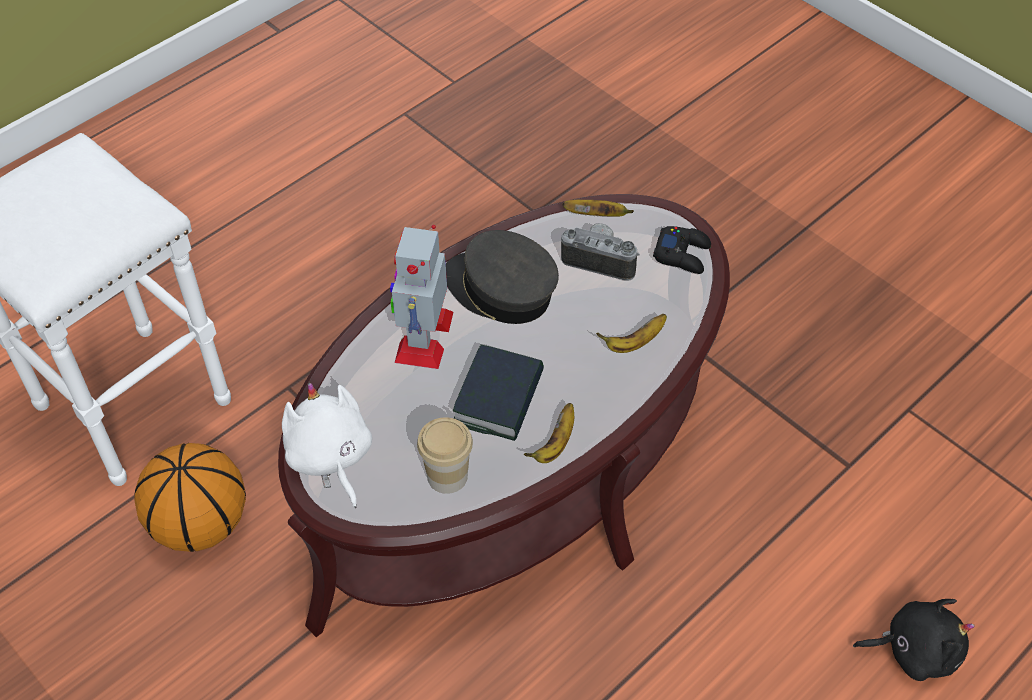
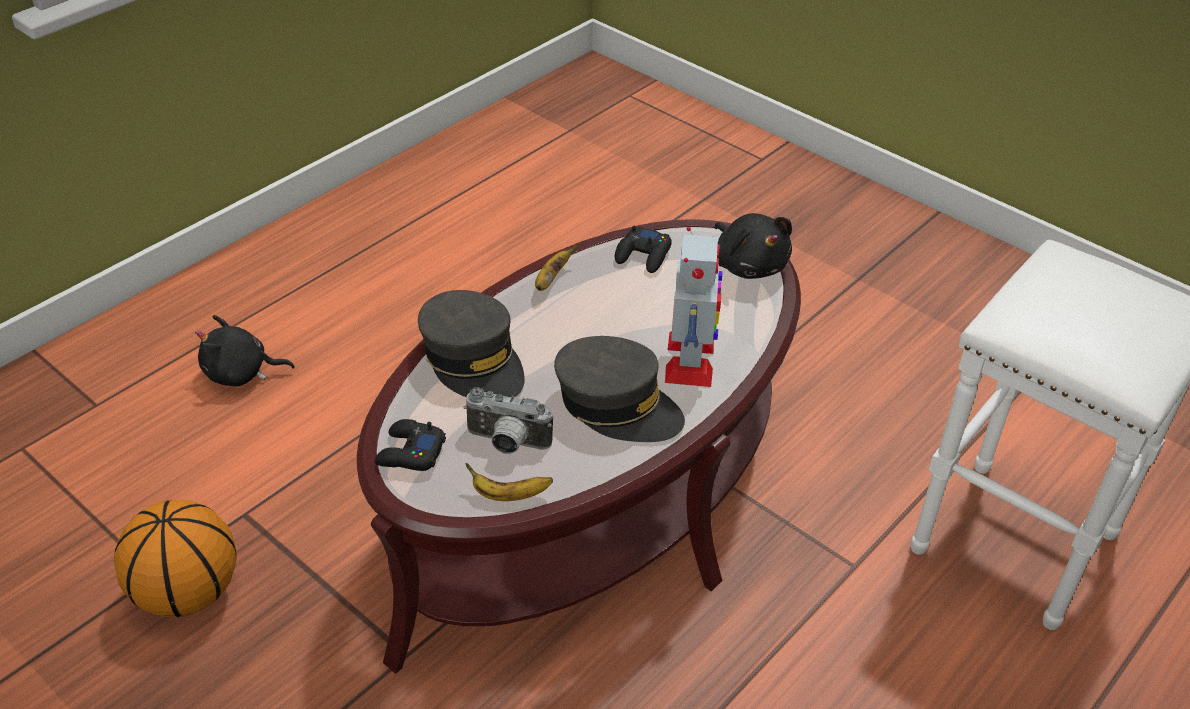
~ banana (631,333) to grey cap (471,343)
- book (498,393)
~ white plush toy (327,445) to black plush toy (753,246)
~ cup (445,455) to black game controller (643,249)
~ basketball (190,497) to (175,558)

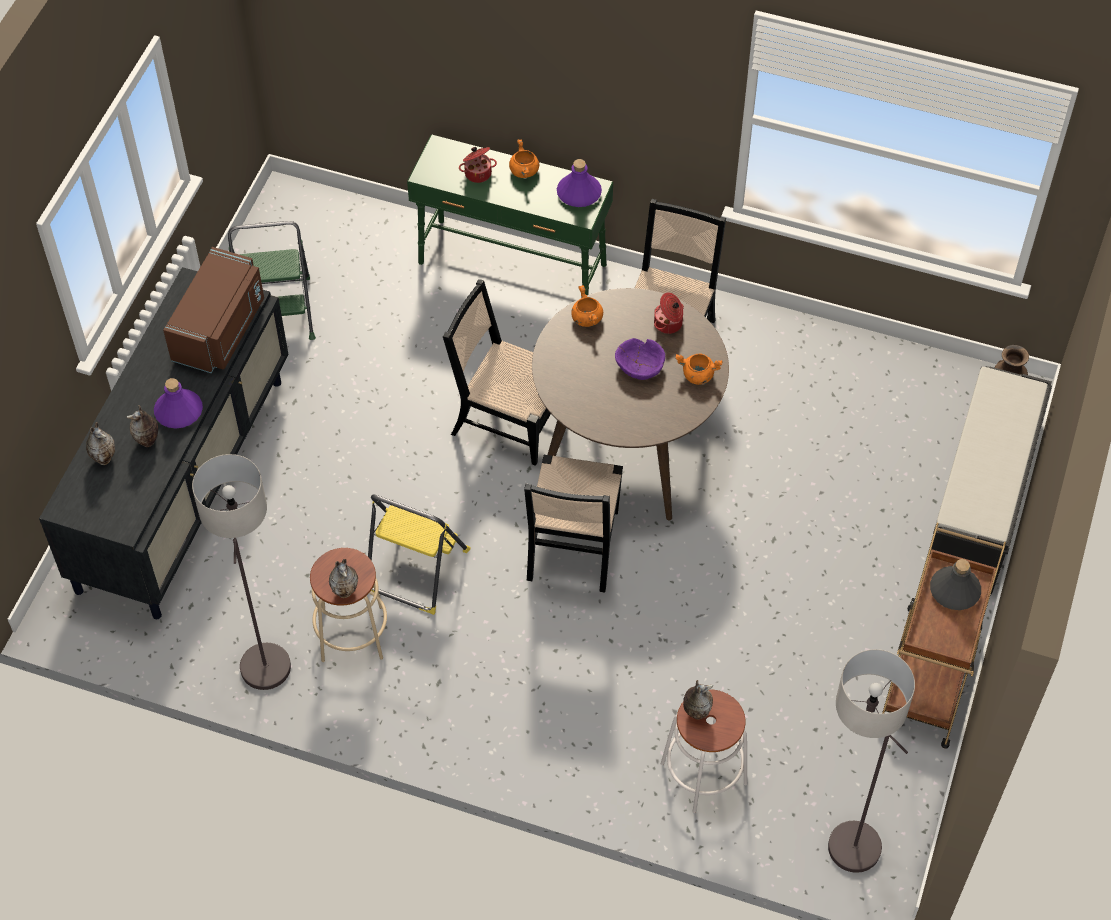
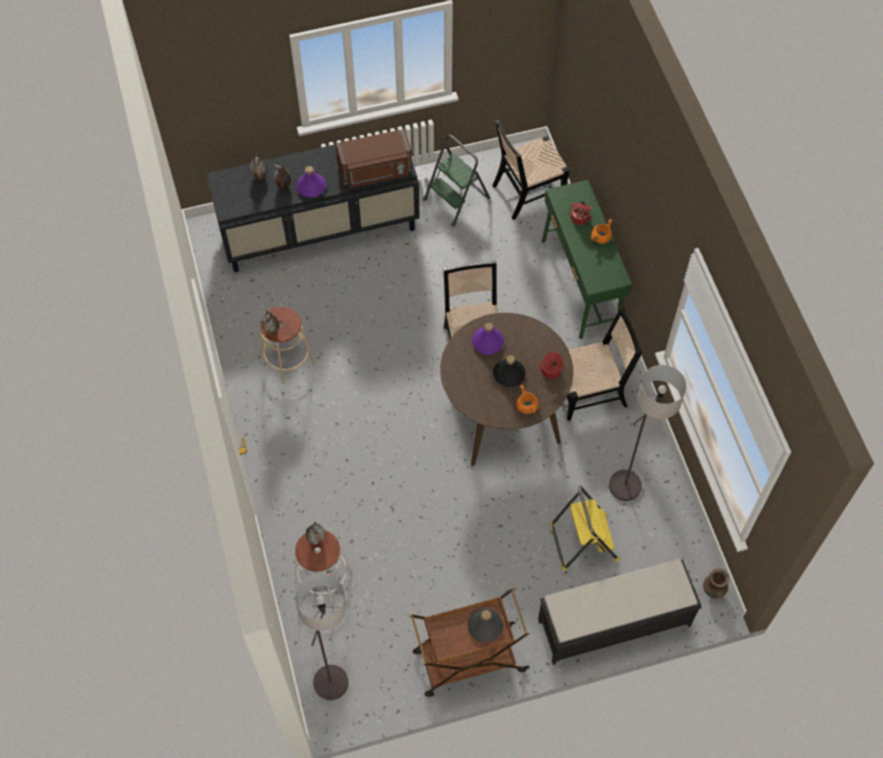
~ purple bottle (579,183) to (488,339)
- orange cooking pot (587,306)
~ purple bowl (640,359) to black bottle (509,371)
~ grey floor lamp (241,572) to (647,433)
~ chair (573,523) to (530,170)
~ yellow step ladder (419,554) to (585,528)

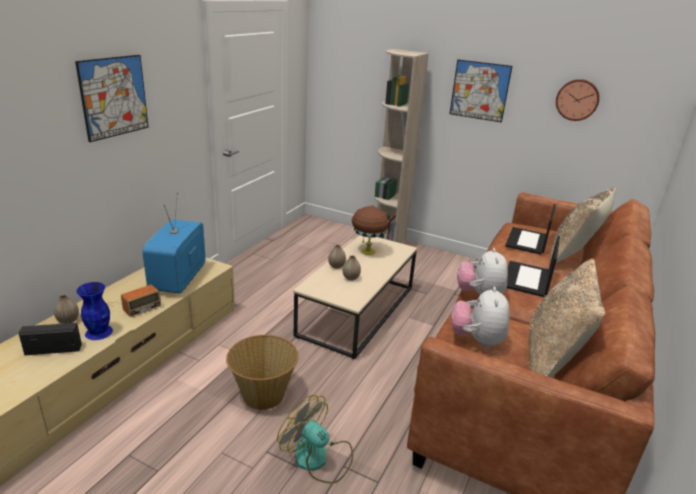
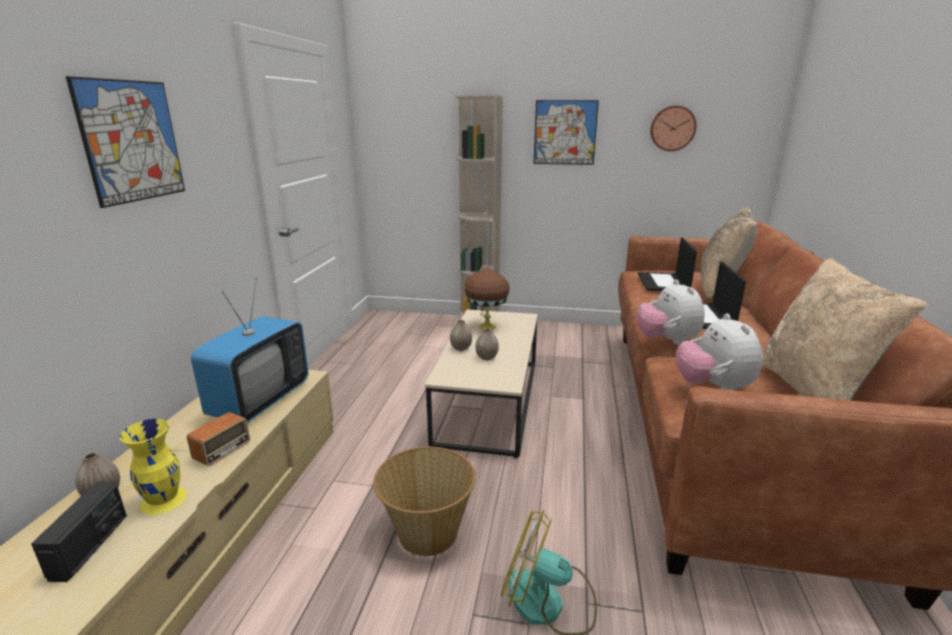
~ television (173,243) = (250,350) 150 degrees counterclockwise
~ blue vase (94,311) to yellow vase (153,467)
~ radio (50,339) = (79,531) 120 degrees clockwise

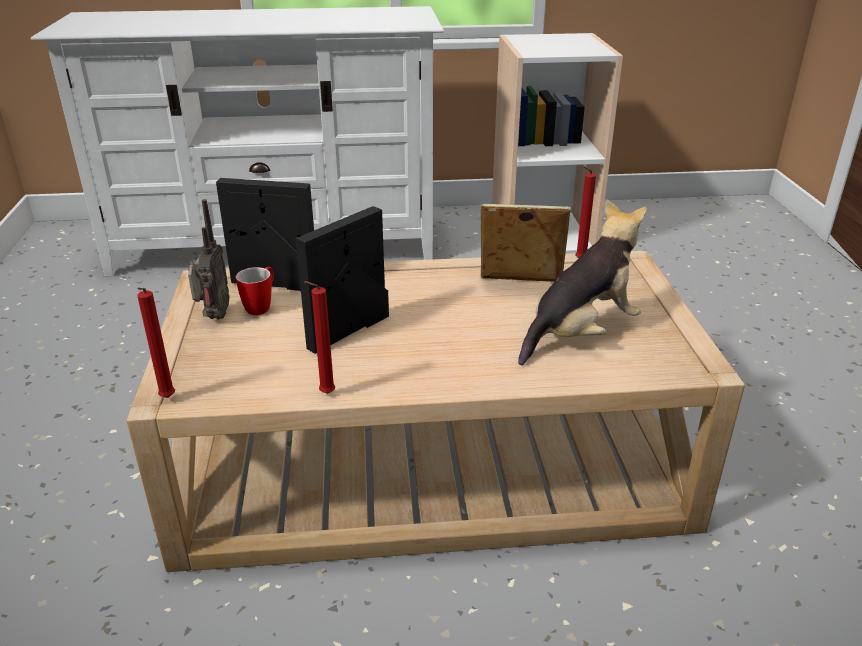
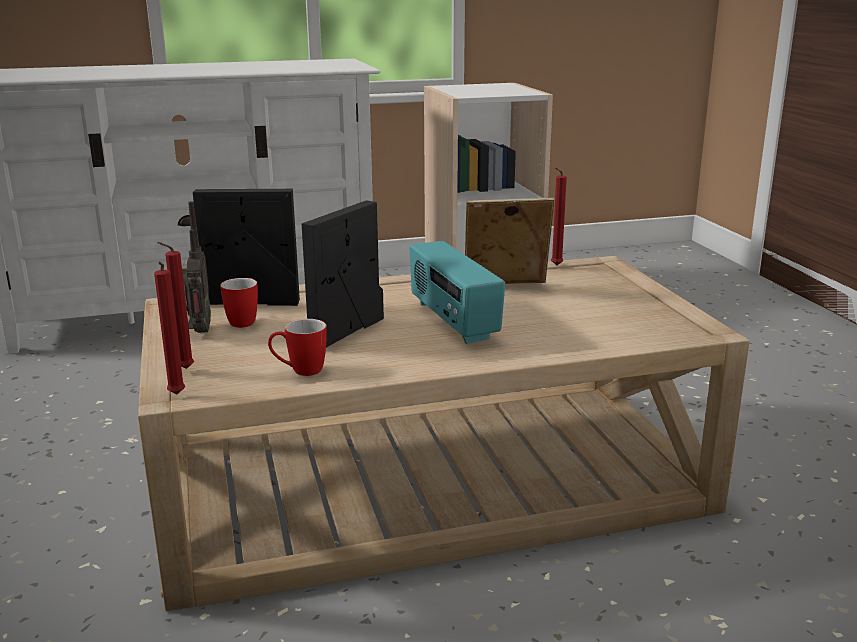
- plush toy (582,282)
~ red candle (319,337) to (176,305)
+ radio (457,292)
+ mug (297,347)

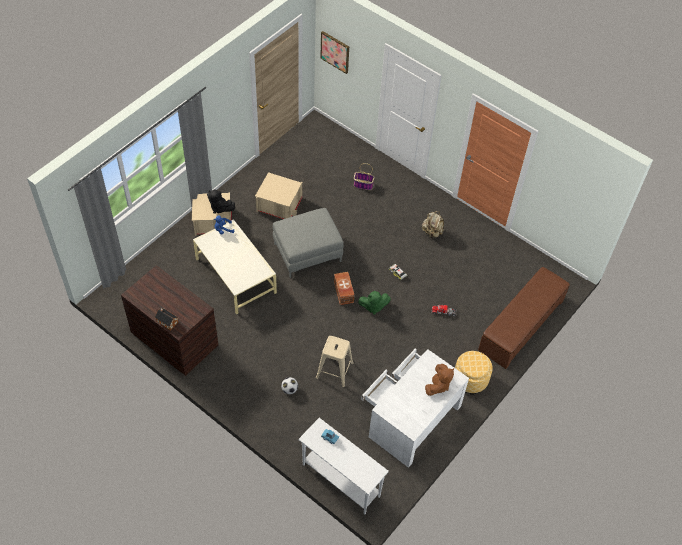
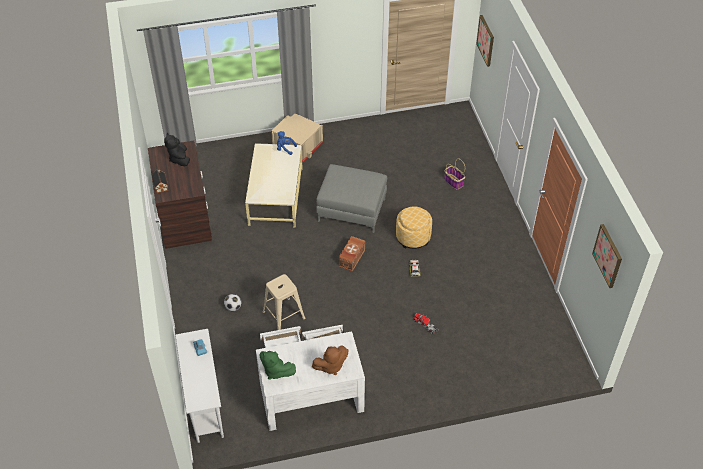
- beige storage box (279,195)
~ black plush toy (221,201) to (177,149)
- beige backpack (433,225)
- brown bench (524,318)
~ green plush toy (374,303) to (277,365)
~ ottoman (474,373) to (414,227)
+ picture (607,256)

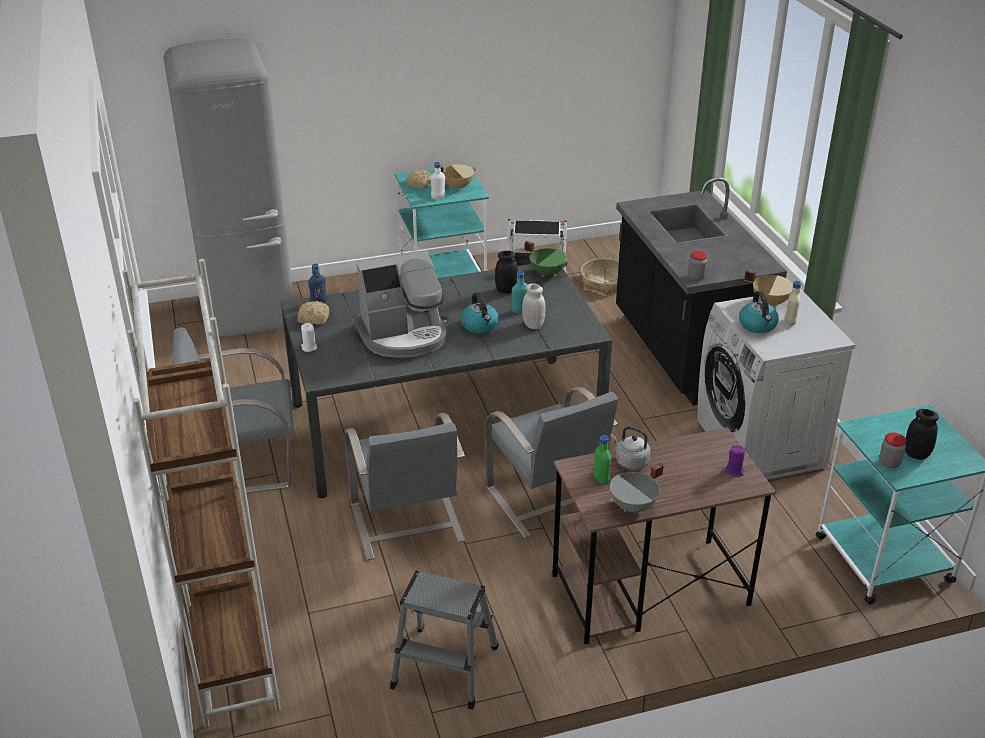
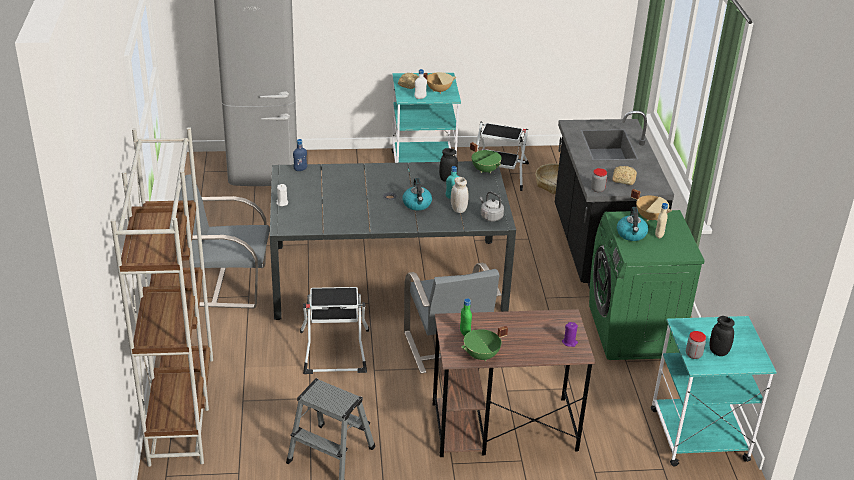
- coffee machine (400,304)
~ white washing machine (777,384) to green washing machine (647,285)
~ bread (313,313) to (624,175)
~ grey chair (405,486) to step ladder (334,330)
~ grey kettle (630,448) to (491,206)
~ grey cooking pot (637,488) to green cooking pot (484,343)

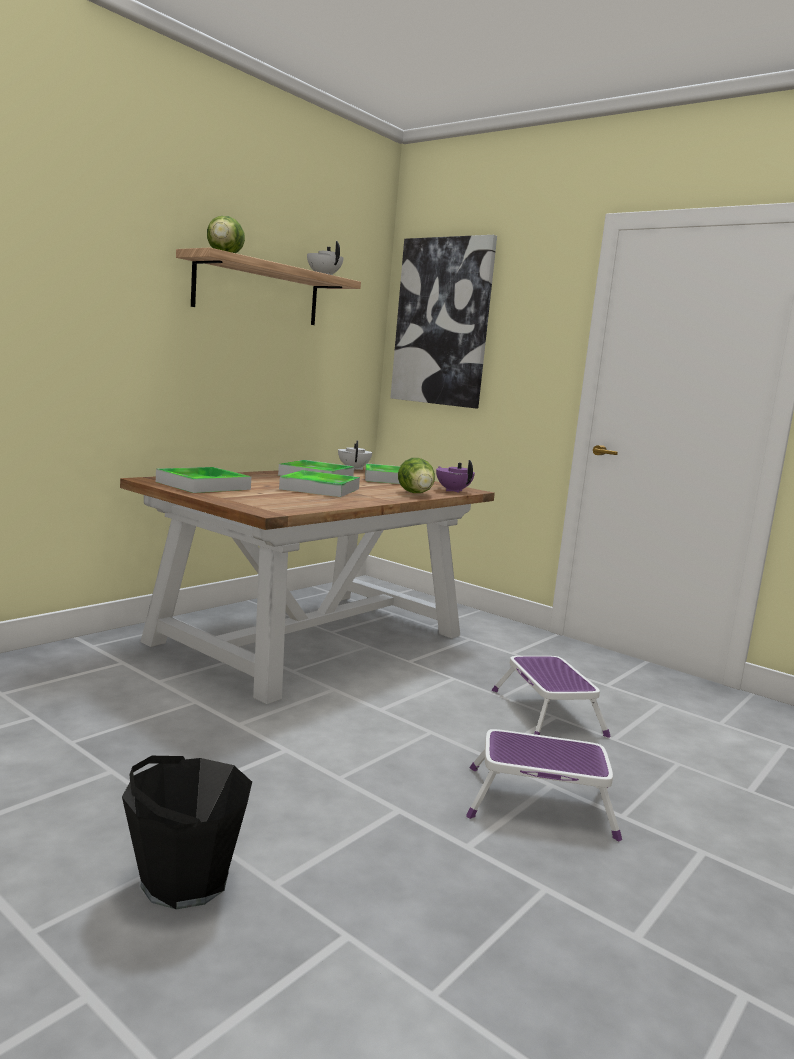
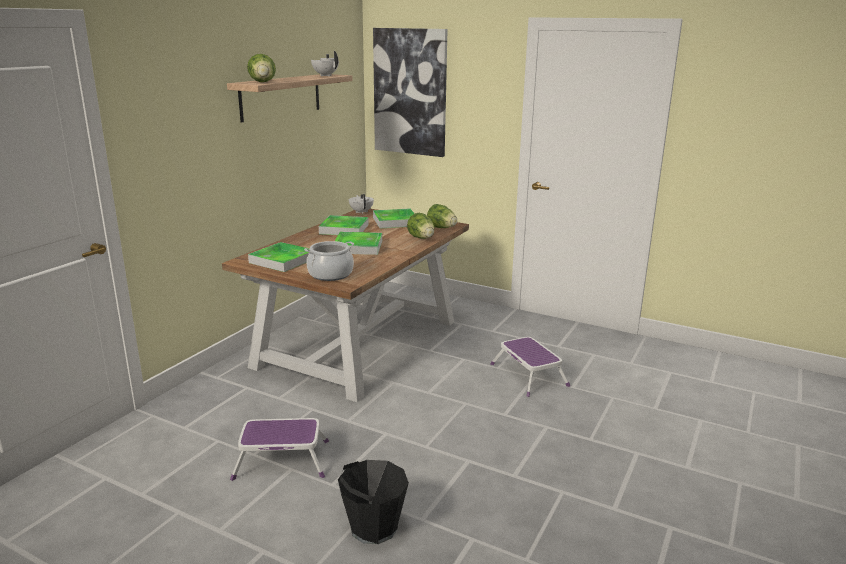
~ purple teapot (455,476) to lettuce (442,216)
~ purple step ladder (544,785) to (279,449)
+ cooking pot (329,261)

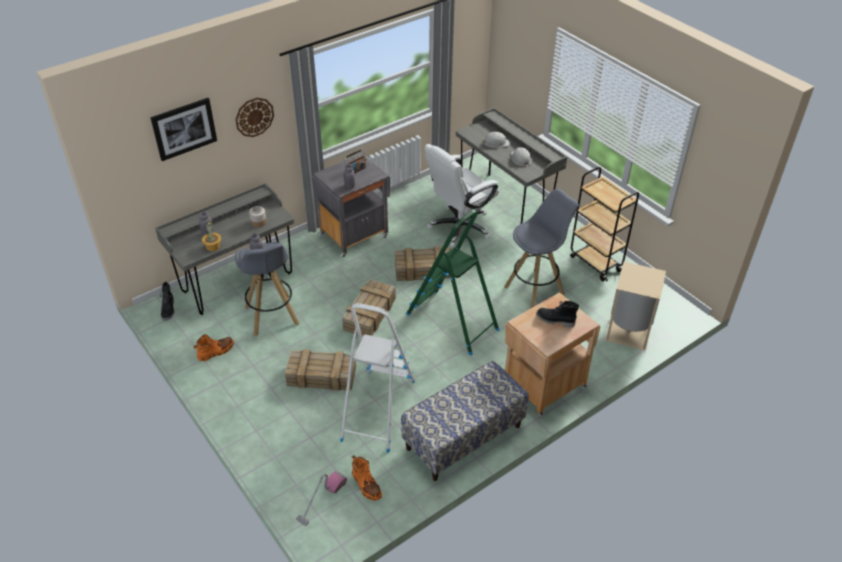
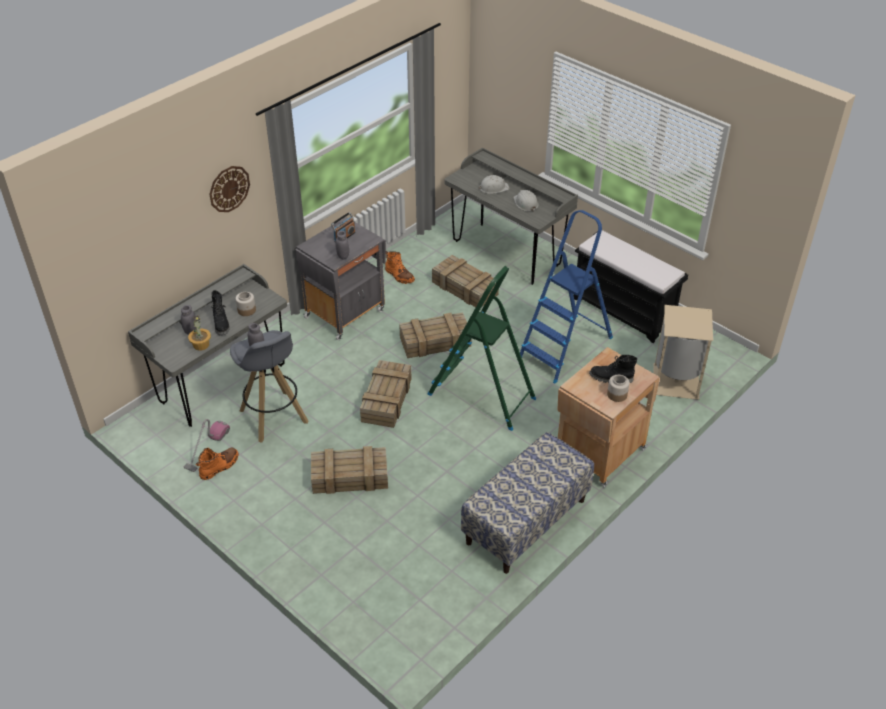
- picture (183,129)
~ white office chair (462,195) to crate (465,281)
~ brown cart (604,224) to black bench (631,286)
~ grey stool (541,248) to blue step ladder (566,296)
~ black boot (167,301) to (220,313)
- white step ladder (377,378)
~ orange boot (367,478) to (400,267)
~ vacuum cleaner (321,498) to (207,445)
+ jar (618,388)

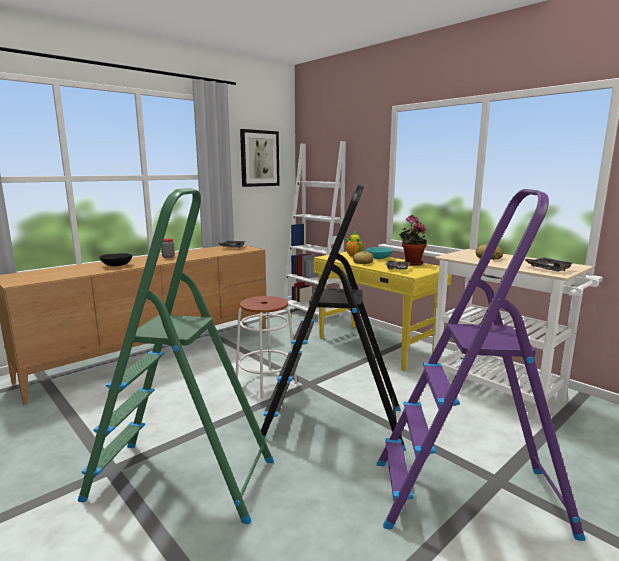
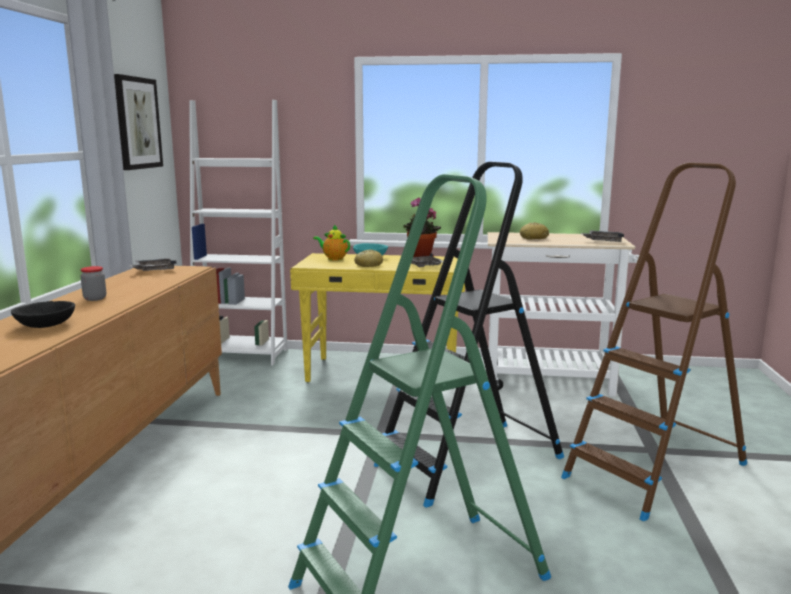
~ purple step ladder (481,365) to brown step ladder (654,341)
- white stool (266,347)

